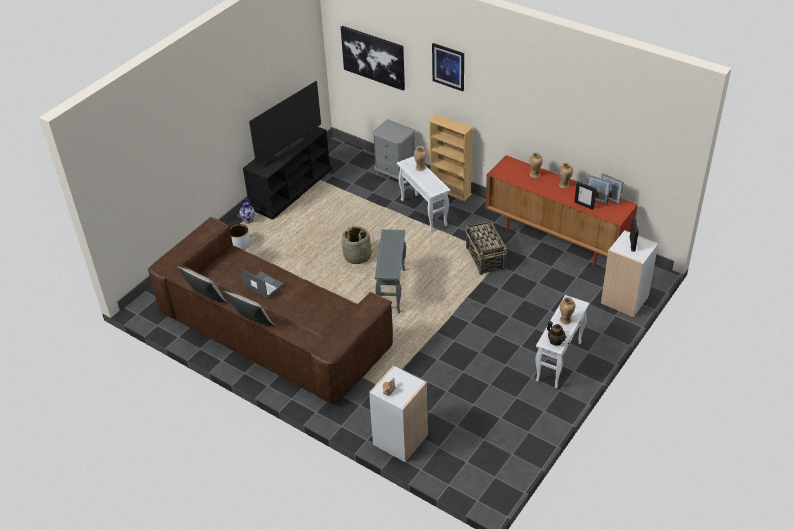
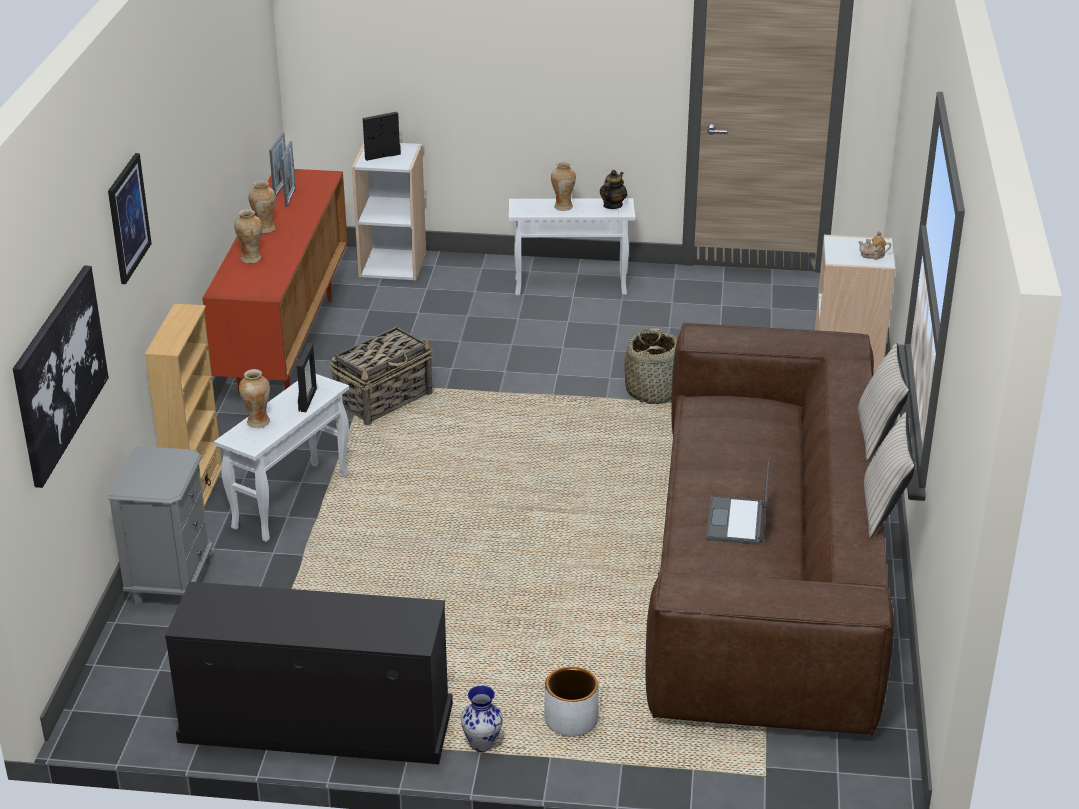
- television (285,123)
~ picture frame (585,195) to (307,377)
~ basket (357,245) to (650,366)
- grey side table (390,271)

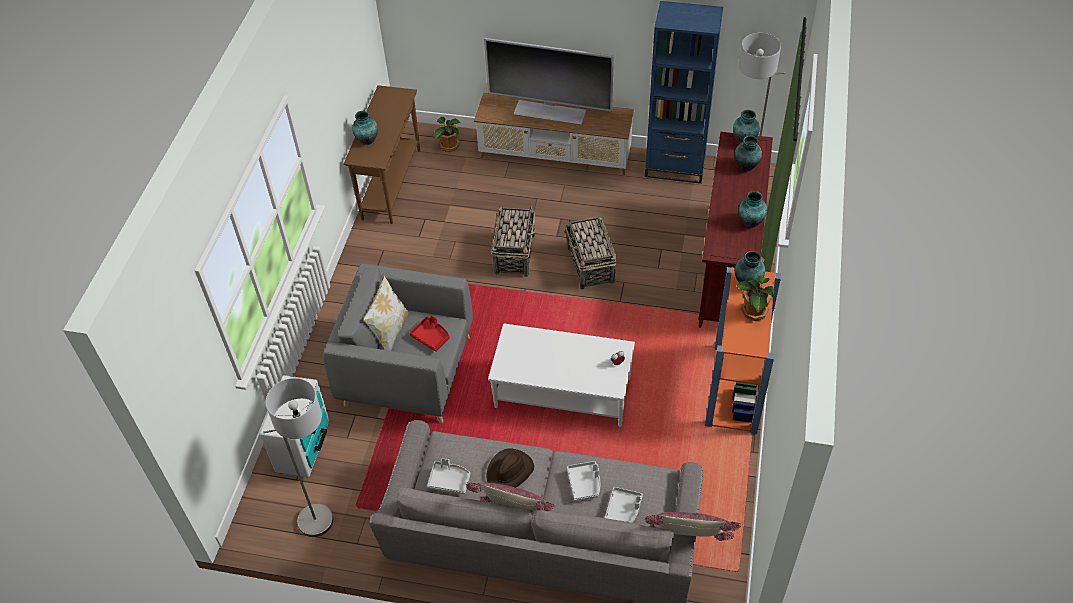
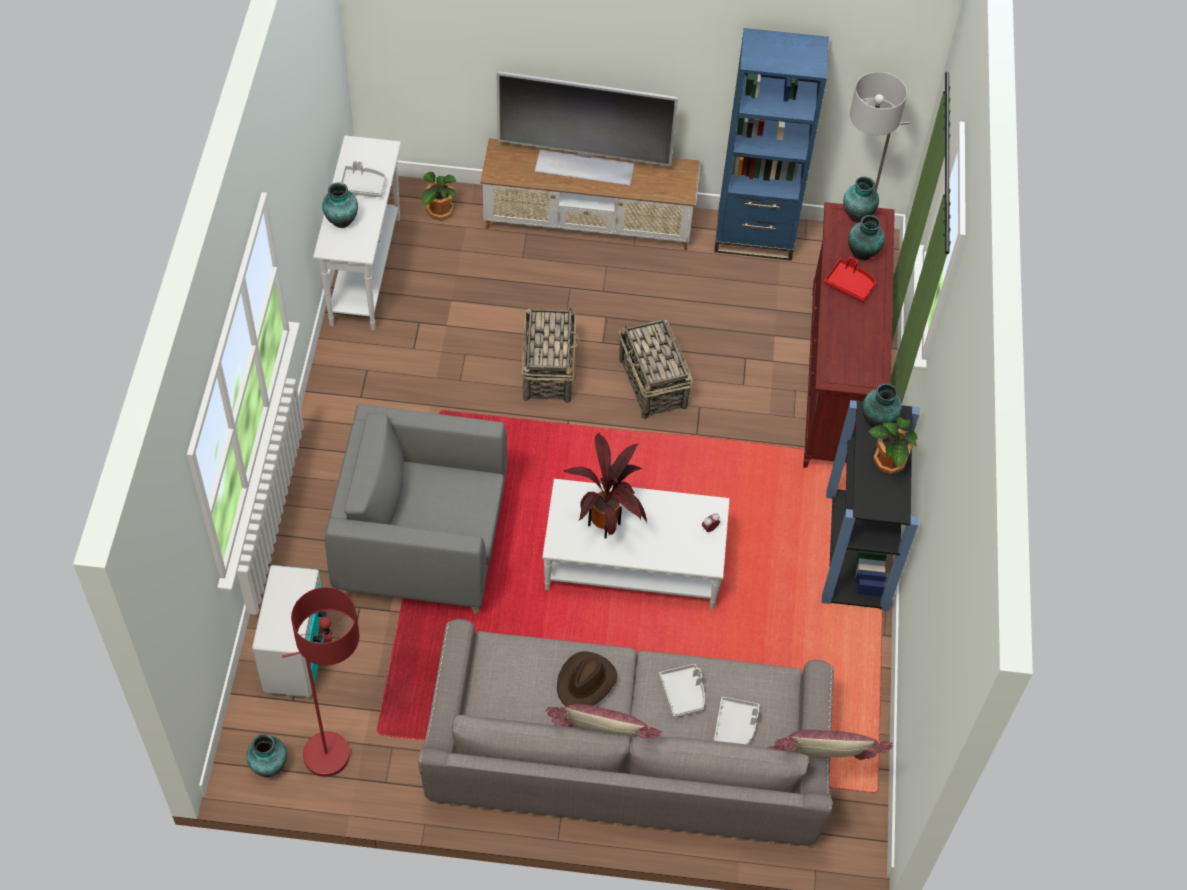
~ brown console table (381,154) to white console table (357,233)
~ vase (752,209) to (266,755)
~ orange bookcase (743,350) to black bookcase (871,505)
- pillow (386,313)
~ red tray (429,333) to (850,279)
~ grey floor lamp (298,457) to red floor lamp (320,682)
~ grey tray (448,476) to (363,179)
+ potted plant (605,485)

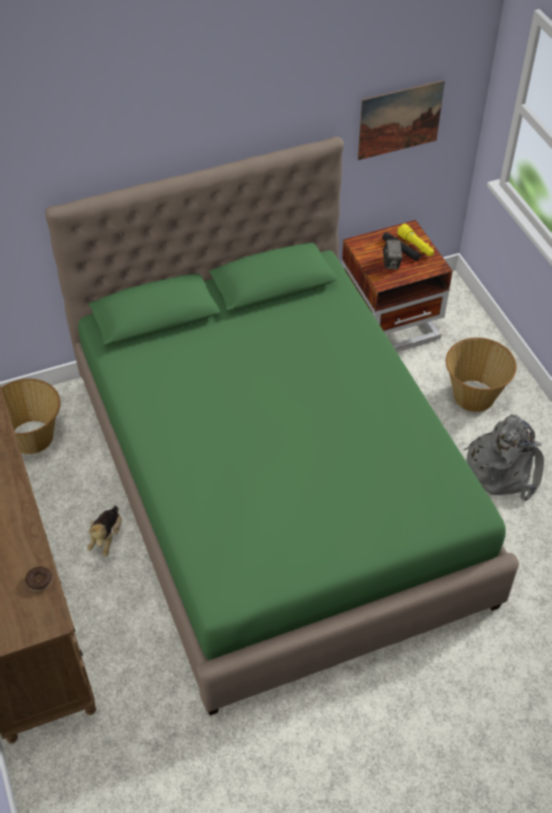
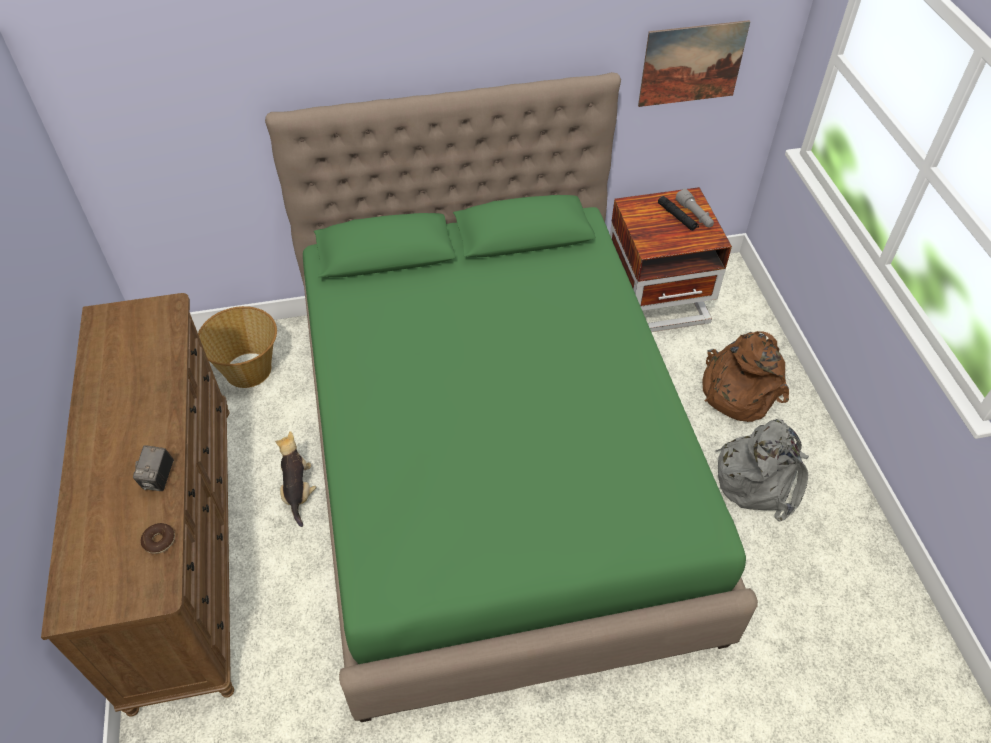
~ yellow flashlight (415,240) to grey flashlight (695,208)
~ photo camera (392,254) to (153,468)
~ basket (481,375) to brown backpack (745,376)
~ plush toy (104,530) = (295,479) 150 degrees clockwise

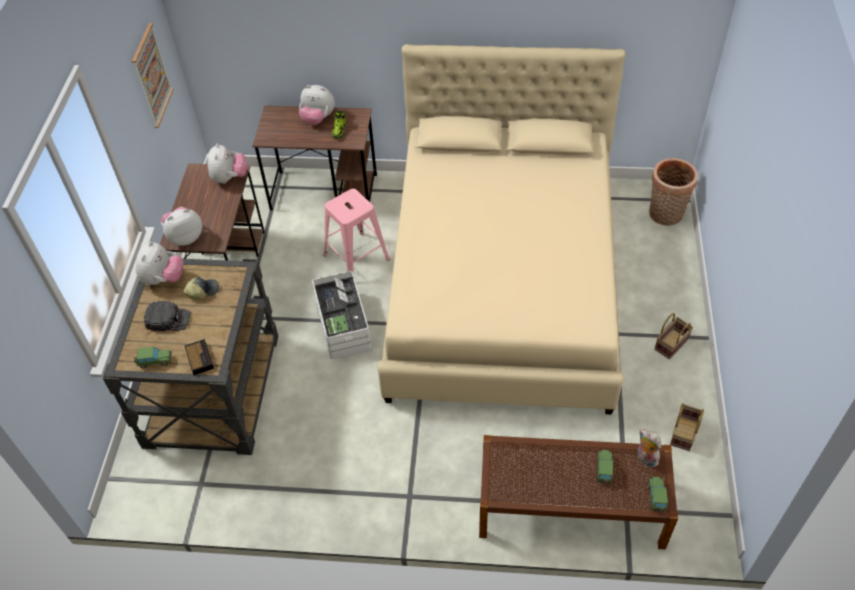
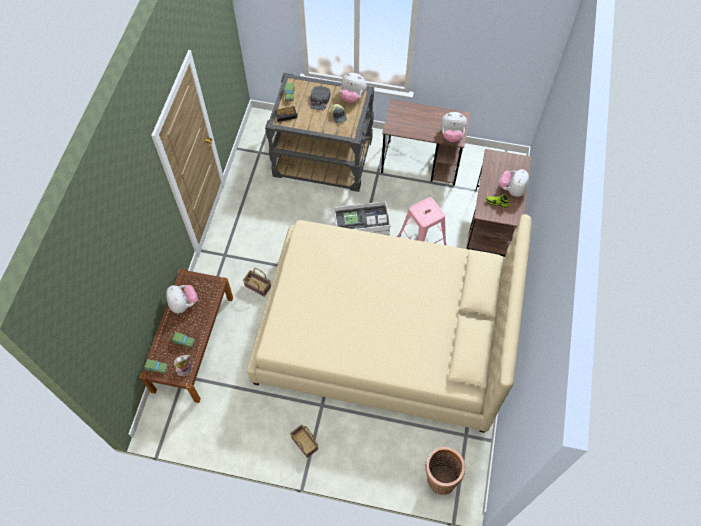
- picture (152,75)
~ plush toy (181,226) to (182,299)
~ basket (687,427) to (257,282)

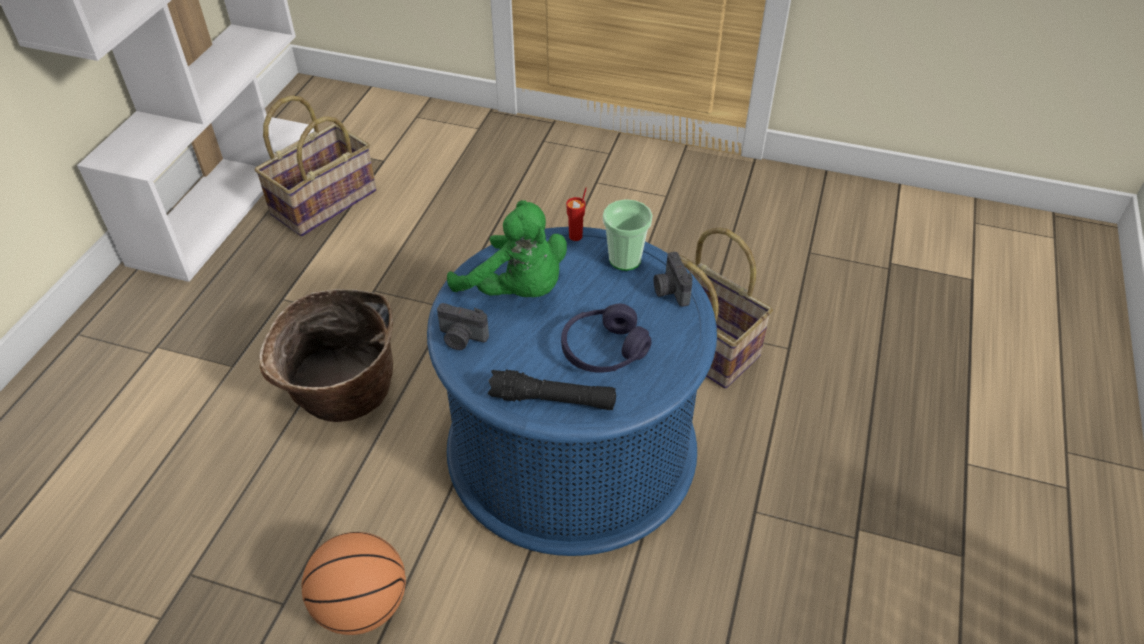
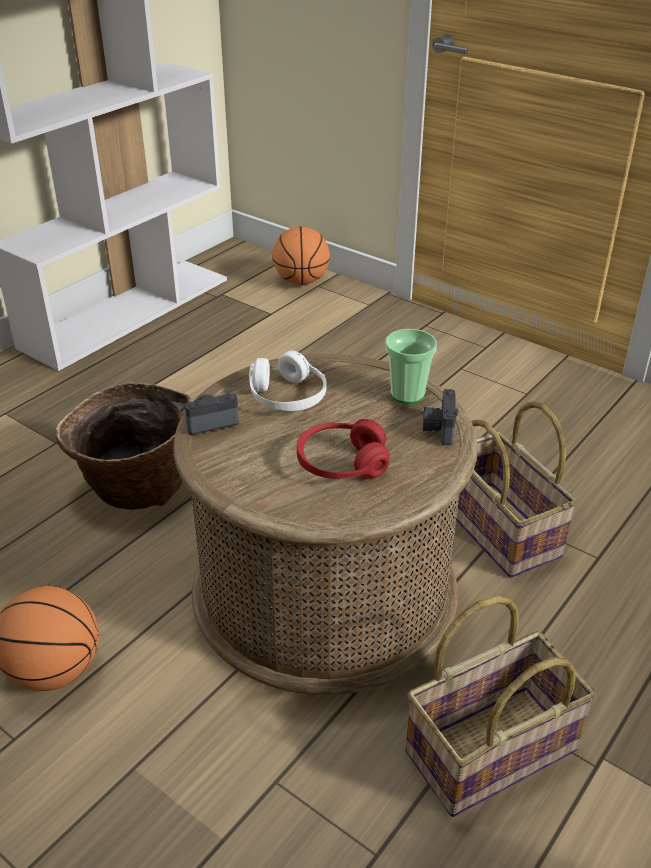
~ basket (315,166) to (500,706)
- red cup (576,214)
~ green plush toy (507,248) to white headphones (287,380)
~ blue coffee table (572,391) to brown coffee table (325,524)
~ photo camera (463,326) = (212,414) 120 degrees clockwise
~ purple headphones (606,338) to red headphones (343,449)
- black flashlight (552,390)
+ basketball (301,255)

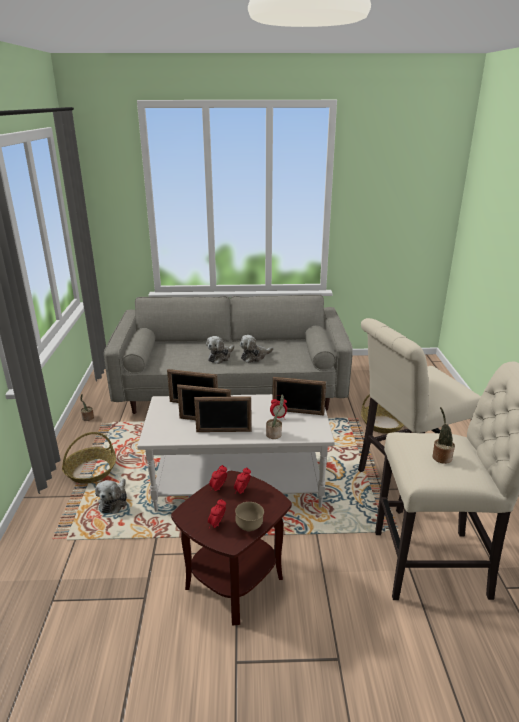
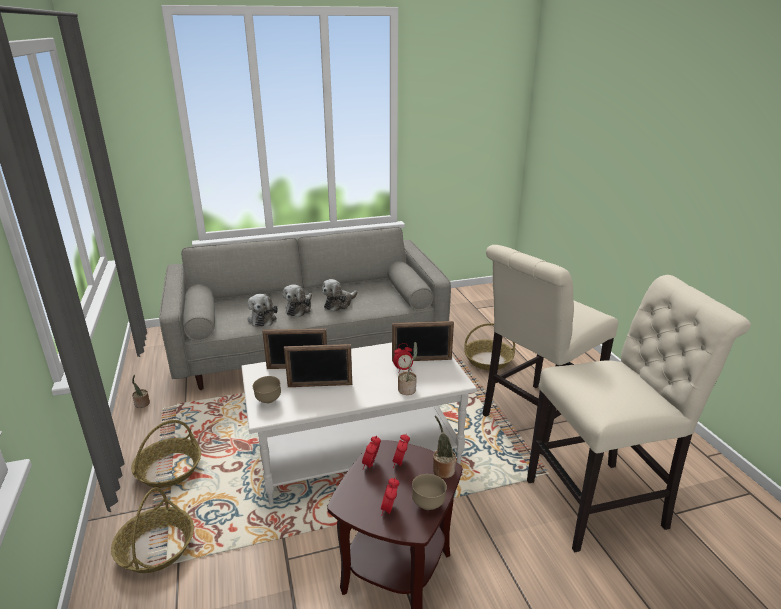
- picture frame (223,414)
~ potted plant (444,435) to (444,447)
~ plush toy (111,496) to (263,310)
+ brown bowl (267,389)
+ basket (152,530)

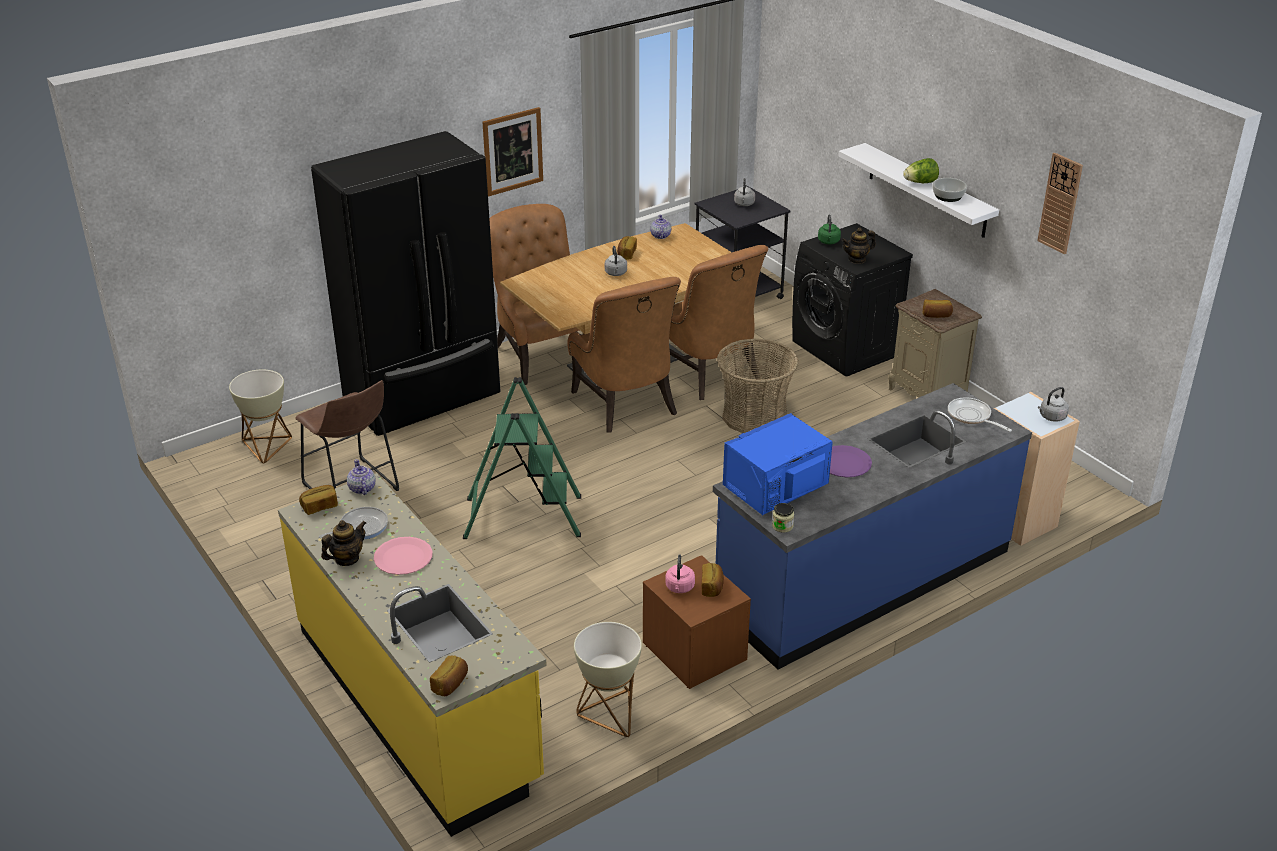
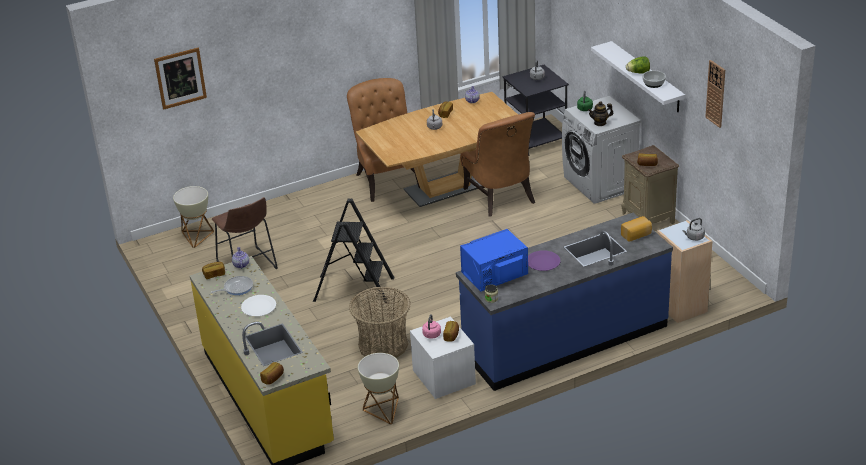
~ picture (512,151) to (180,79)
- black fridge (405,283)
~ black washing machine (852,299) to white washing machine (601,150)
- brown chair (624,355)
~ basket (758,385) to (379,322)
~ green step ladder (522,458) to black step ladder (353,250)
~ frying pan (980,414) to bread (636,229)
- teapot (343,543)
~ pink plate (403,556) to white plate (258,306)
~ brown nightstand (697,622) to white nightstand (443,357)

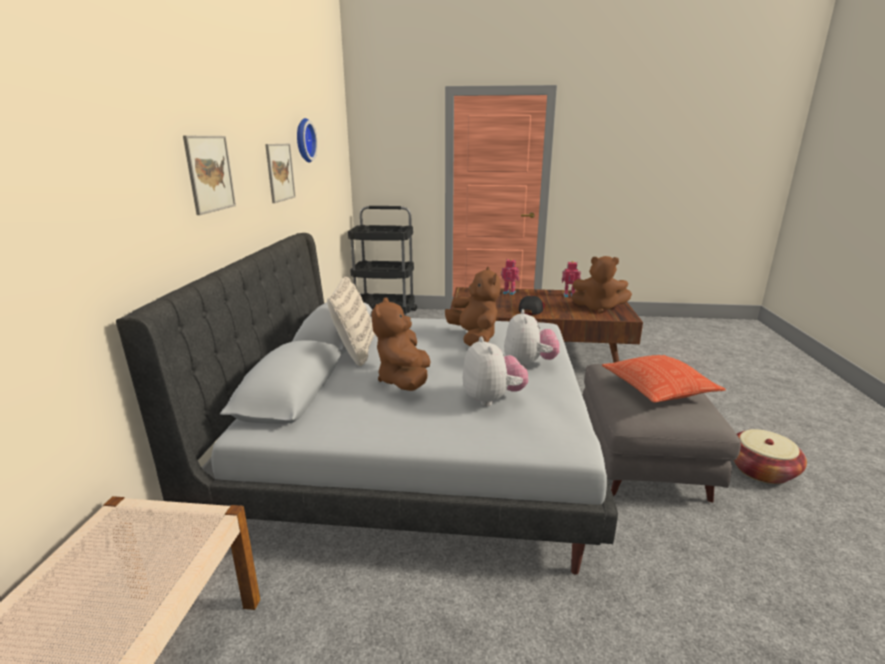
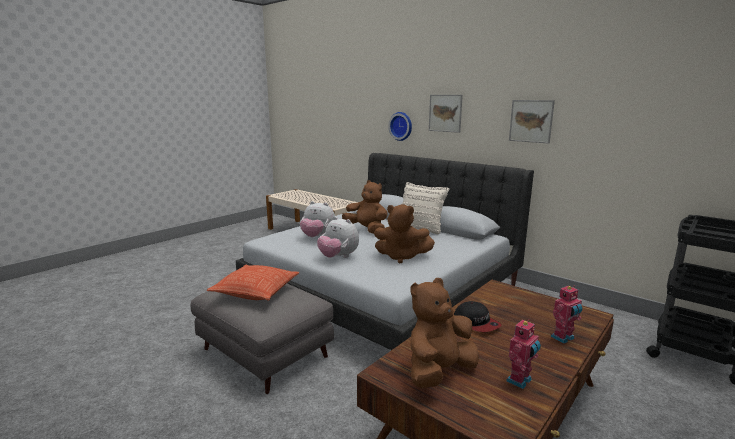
~ wall clock (307,140) to (400,126)
- basket (770,456)

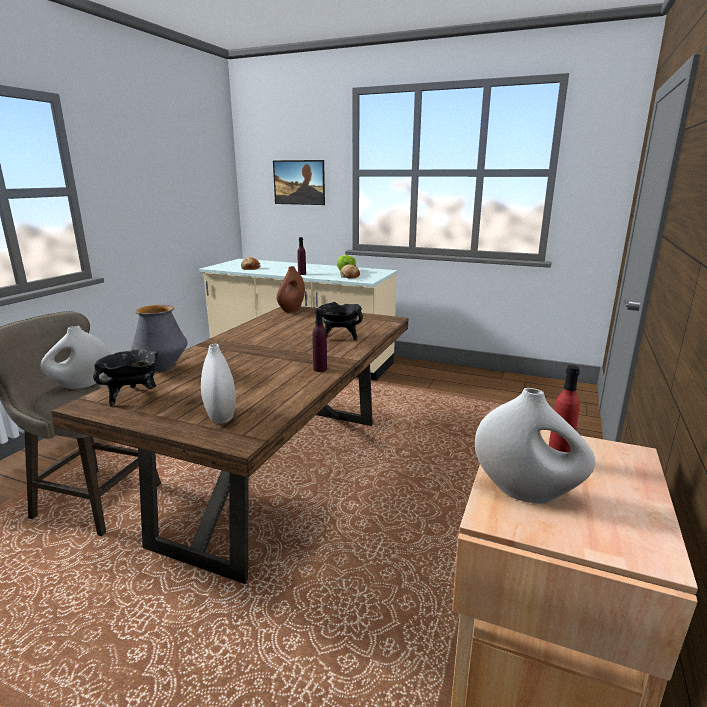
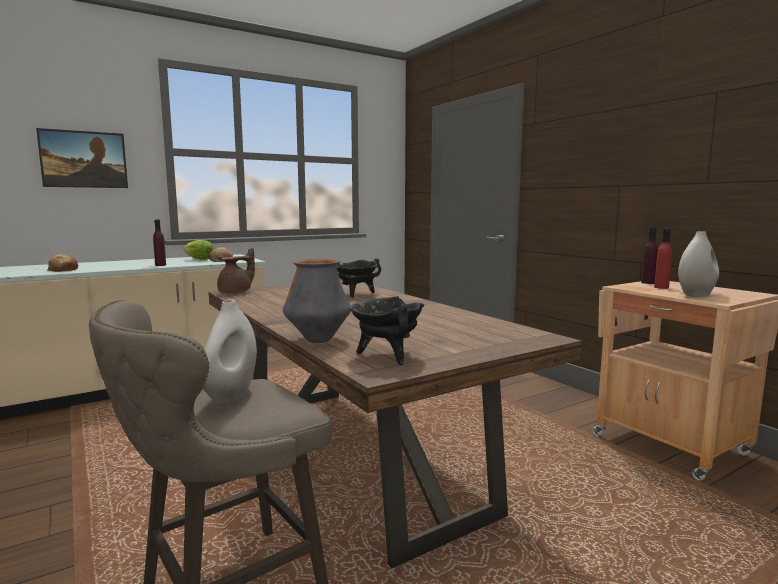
~ brown vase (291,289) to brown teapot (236,270)
~ purple bottle (319,340) to (649,255)
- white vase (218,383)

